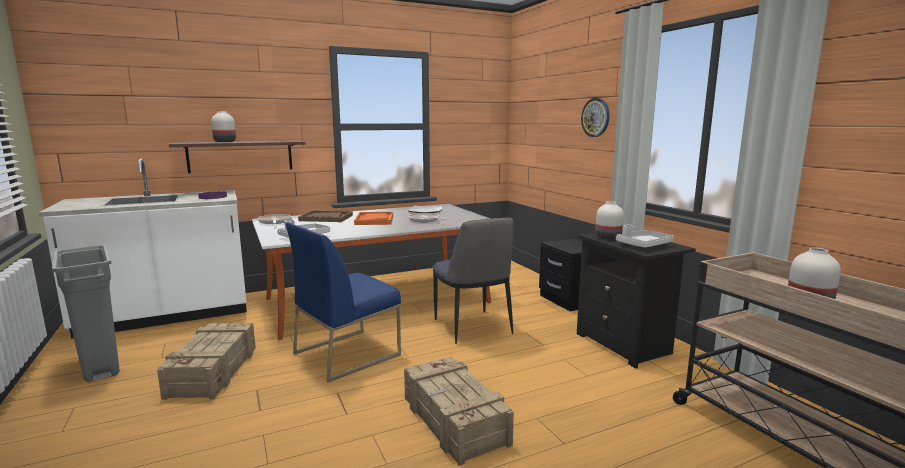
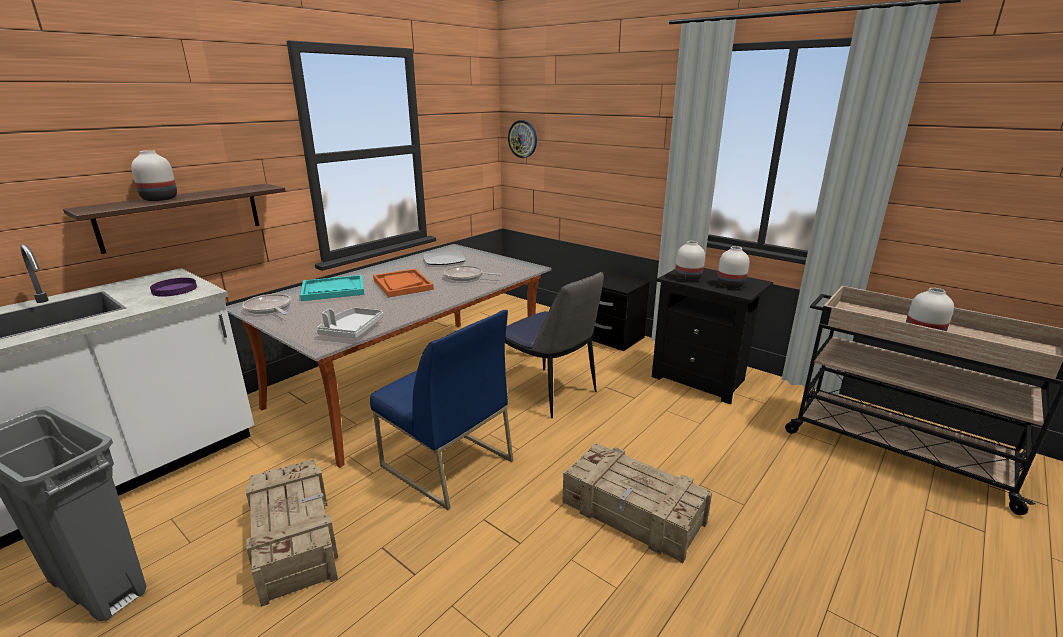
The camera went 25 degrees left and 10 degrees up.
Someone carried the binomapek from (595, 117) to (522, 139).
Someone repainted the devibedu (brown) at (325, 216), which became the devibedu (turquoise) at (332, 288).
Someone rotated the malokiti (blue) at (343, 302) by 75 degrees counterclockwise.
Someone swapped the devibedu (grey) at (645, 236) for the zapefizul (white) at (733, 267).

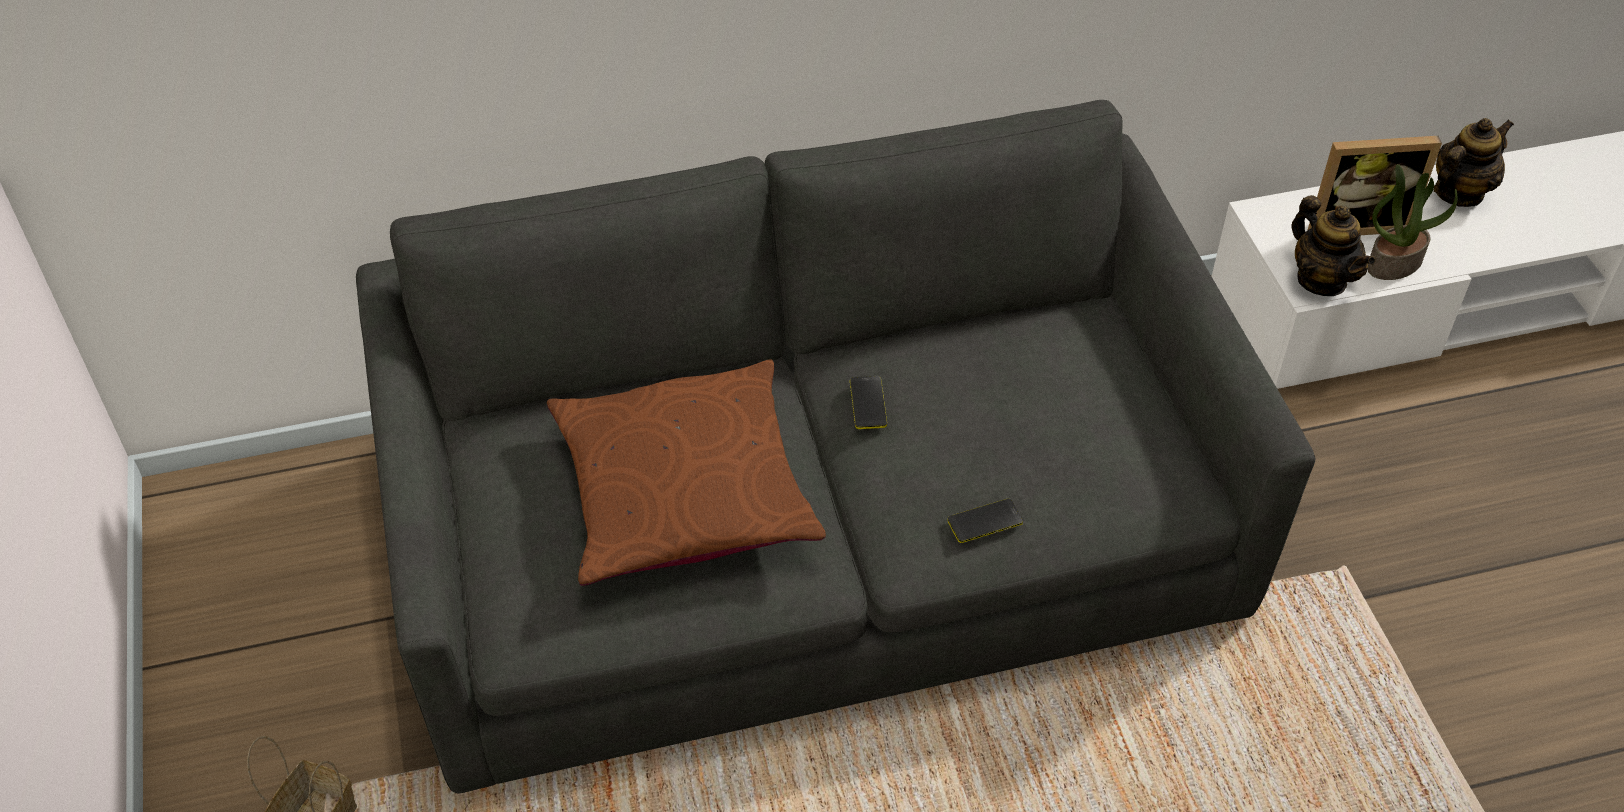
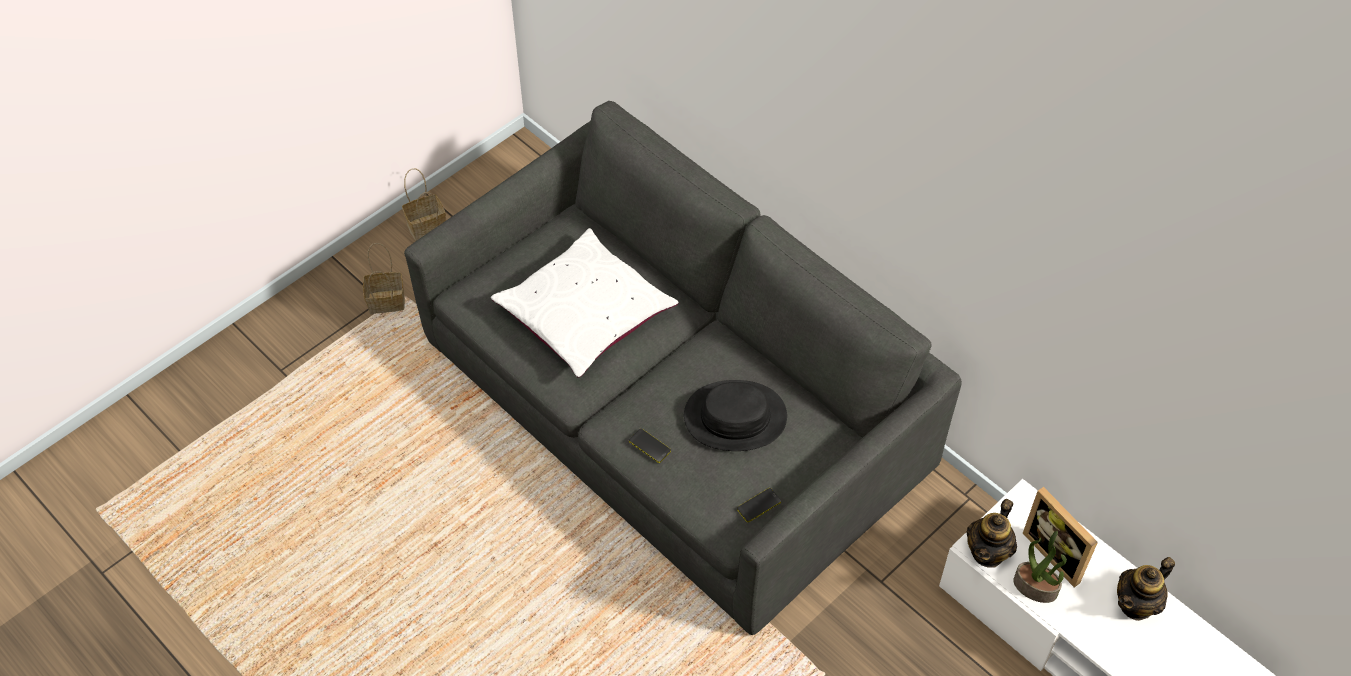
The camera went 60 degrees right and 5 degrees up.
Someone rotated the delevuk at (1474, 162) by 120 degrees clockwise.
Someone repainted the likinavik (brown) at (686, 472), which became the likinavik (white) at (584, 303).
Someone carried the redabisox from (868, 402) to (759, 505).
Someone put down the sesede at (424, 204).
Someone put down the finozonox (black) at (735, 415).

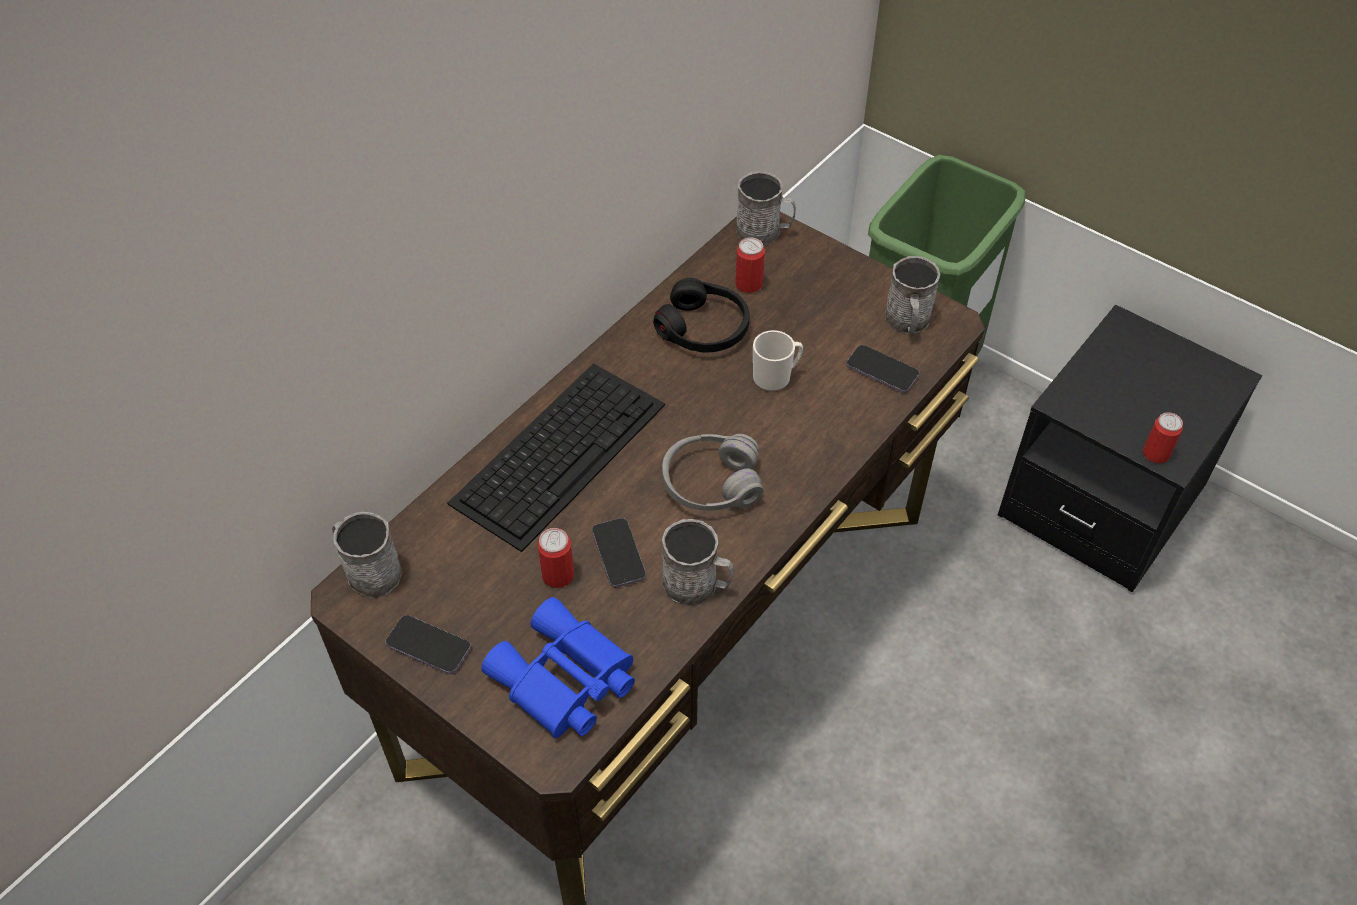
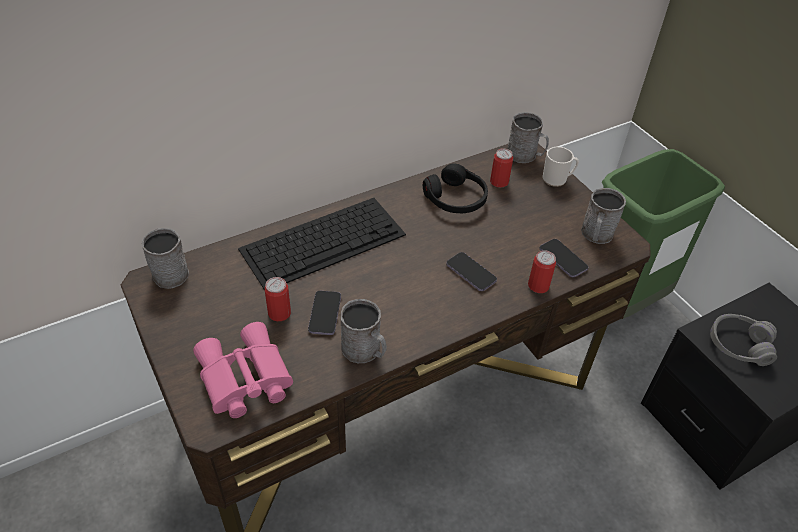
The camera went 20 degrees right and 5 degrees down.
Someone carried the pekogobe from (778, 361) to (561, 167).
Someone carried the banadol from (1163, 437) to (542, 271).
Someone carried the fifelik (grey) from (713, 472) to (743, 340).
Someone repainted the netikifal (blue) at (558, 668), which became the netikifal (pink) at (243, 370).
Someone carried the redabisox from (428, 644) to (471, 271).

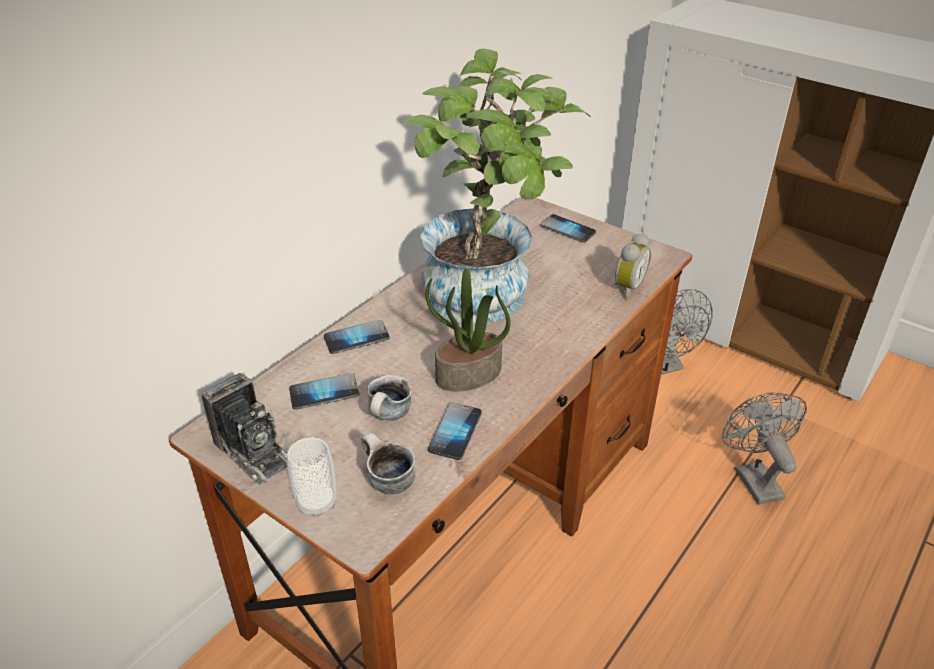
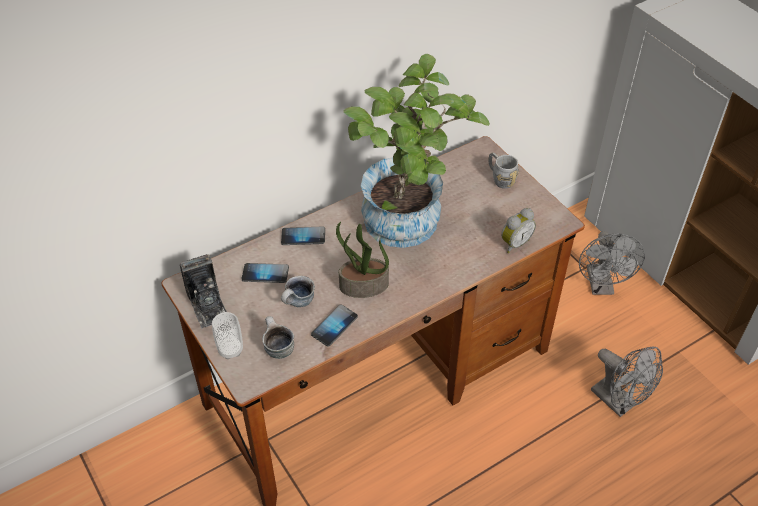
The camera went 20 degrees right and 10 degrees up.
Someone swapped the redabisox at (568, 228) for the pekogobe (grey) at (503, 171).
Someone rotated the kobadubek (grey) at (764, 449) by 135 degrees clockwise.

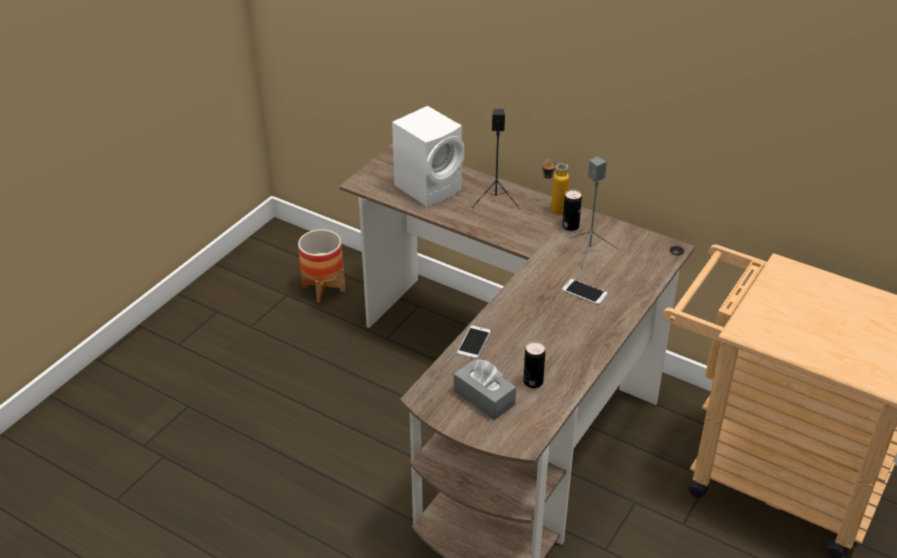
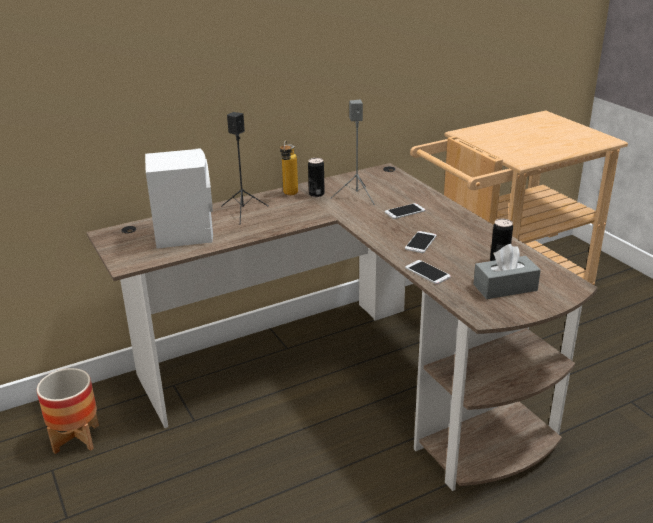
The camera went 60 degrees left and 10 degrees down.
Someone put down the redabisox at (421, 242).

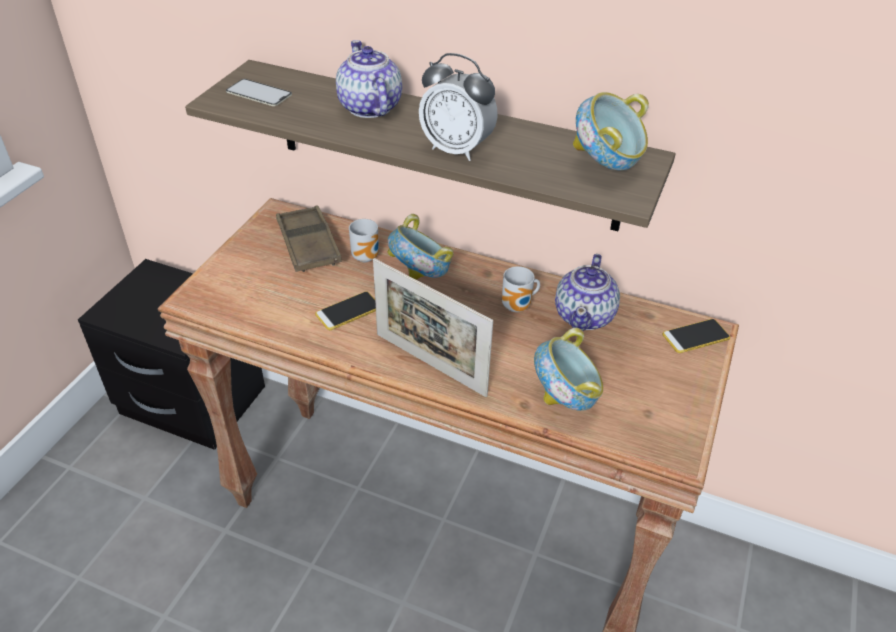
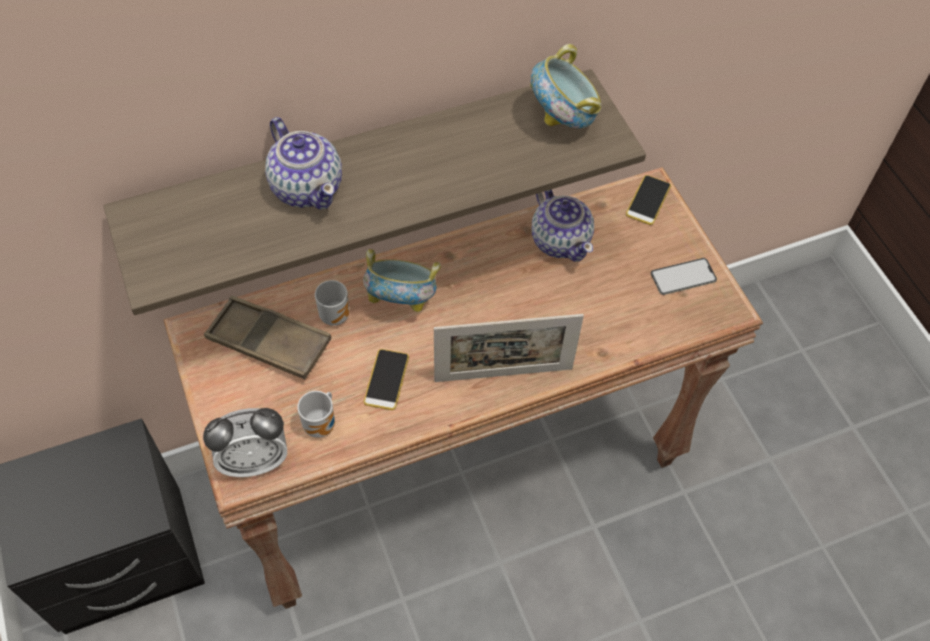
The camera went 45 degrees left and 15 degrees up.
Someone rotated the delevuk at (369, 79) by 150 degrees counterclockwise.
Someone carried the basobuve from (458, 107) to (245, 442).
Someone carried the redabisox from (259, 92) to (684, 276).
Someone carried the pekogobe from (521, 289) to (316, 414).
Someone took away the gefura at (568, 369).

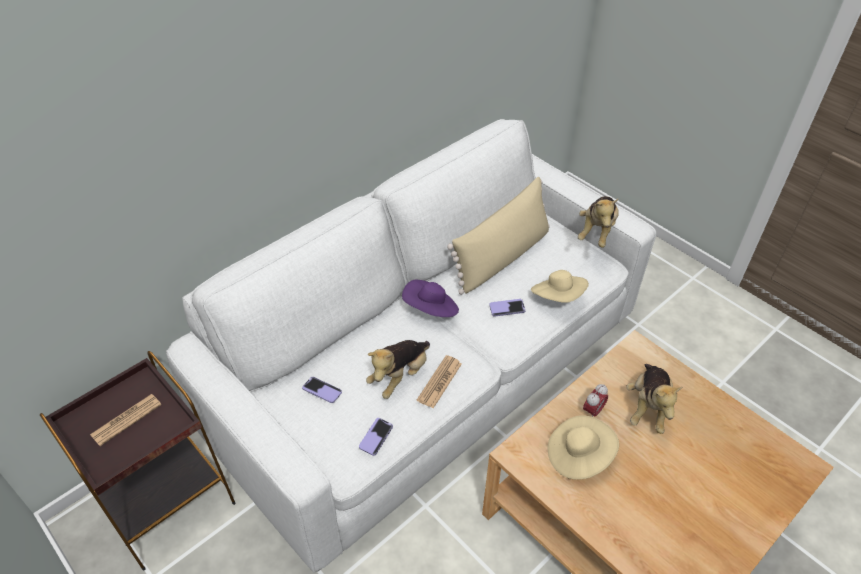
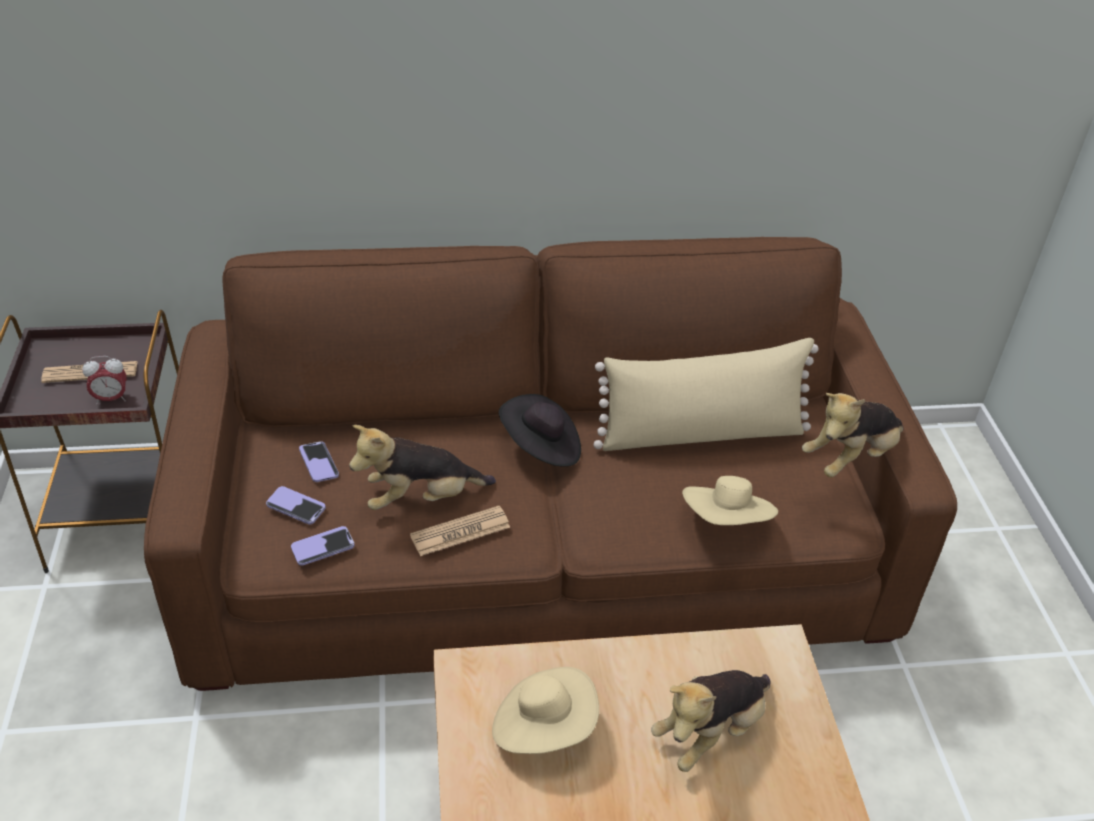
The camera went 35 degrees right and 5 degrees down.
Someone repainted the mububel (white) at (411, 346), which became the mububel (brown) at (550, 464).
Someone repainted the finozonox (purple) at (430, 298), which became the finozonox (black) at (540, 430).
Someone carried the redabisox from (507, 307) to (296, 505).
Someone carried the basobuve from (595, 400) to (104, 380).

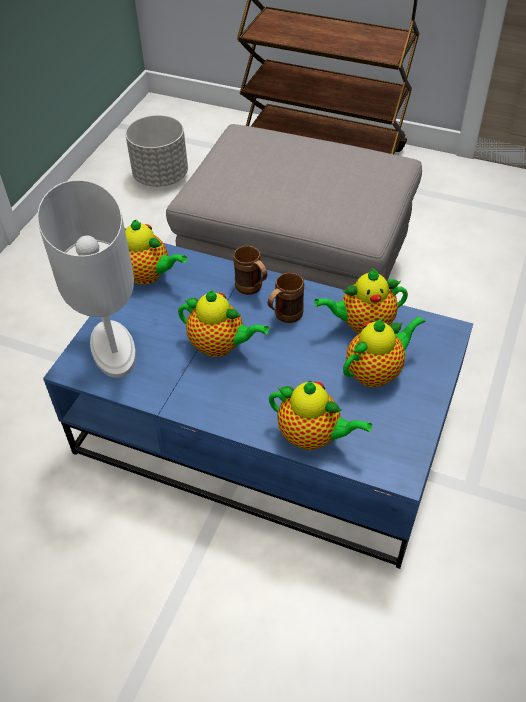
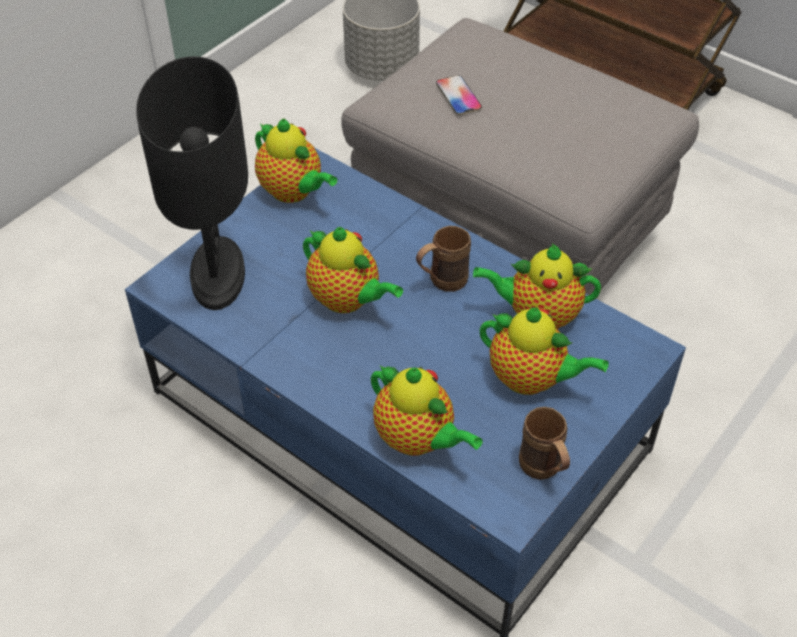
The camera went 15 degrees right and 0 degrees up.
Someone repainted the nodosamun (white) at (86, 279), which became the nodosamun (black) at (192, 183).
Someone carried the pekogobe (brown) from (250, 270) to (544, 443).
Someone rotated the delevuk at (384, 352) by 45 degrees clockwise.
Someone put down the redabisox at (459, 95).

